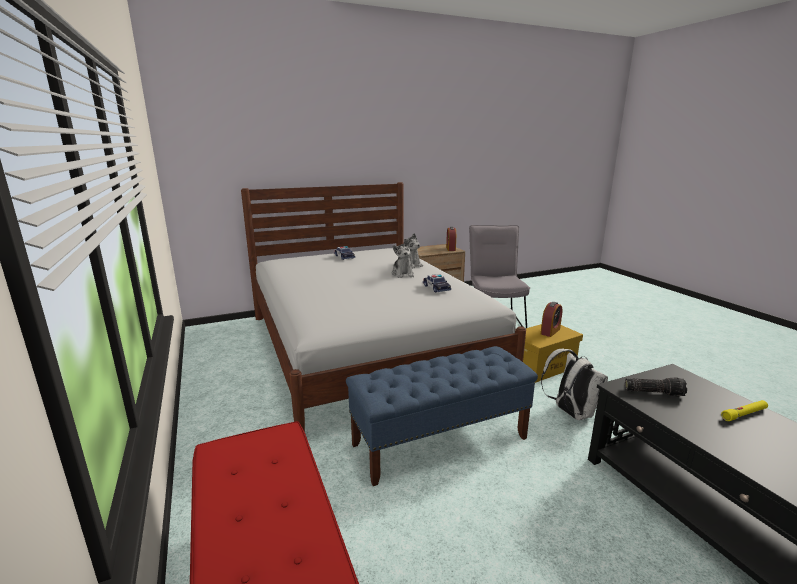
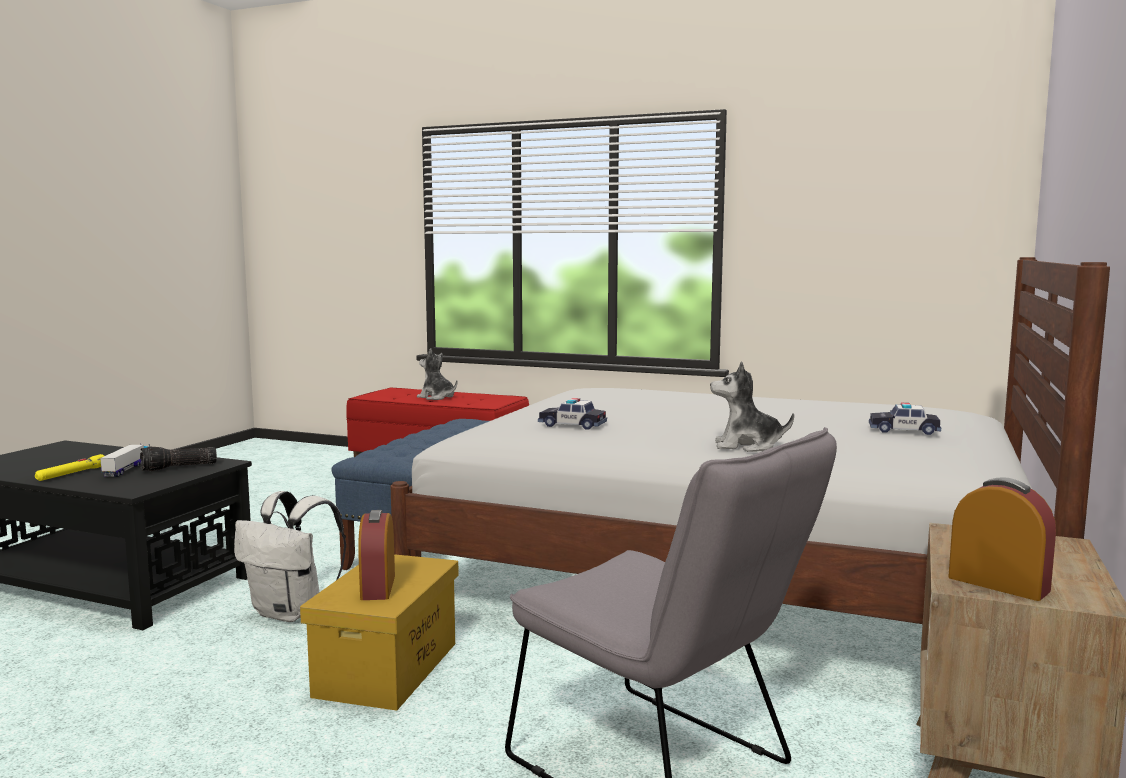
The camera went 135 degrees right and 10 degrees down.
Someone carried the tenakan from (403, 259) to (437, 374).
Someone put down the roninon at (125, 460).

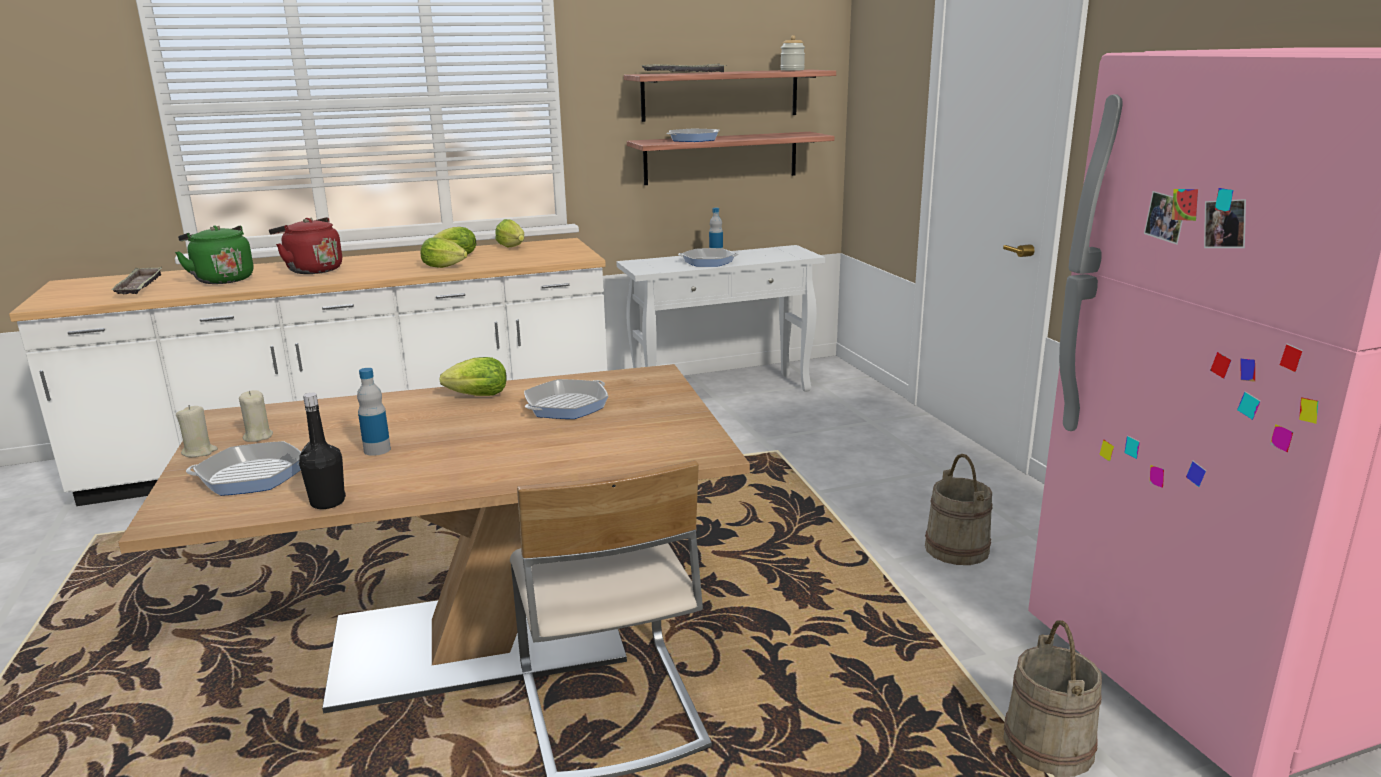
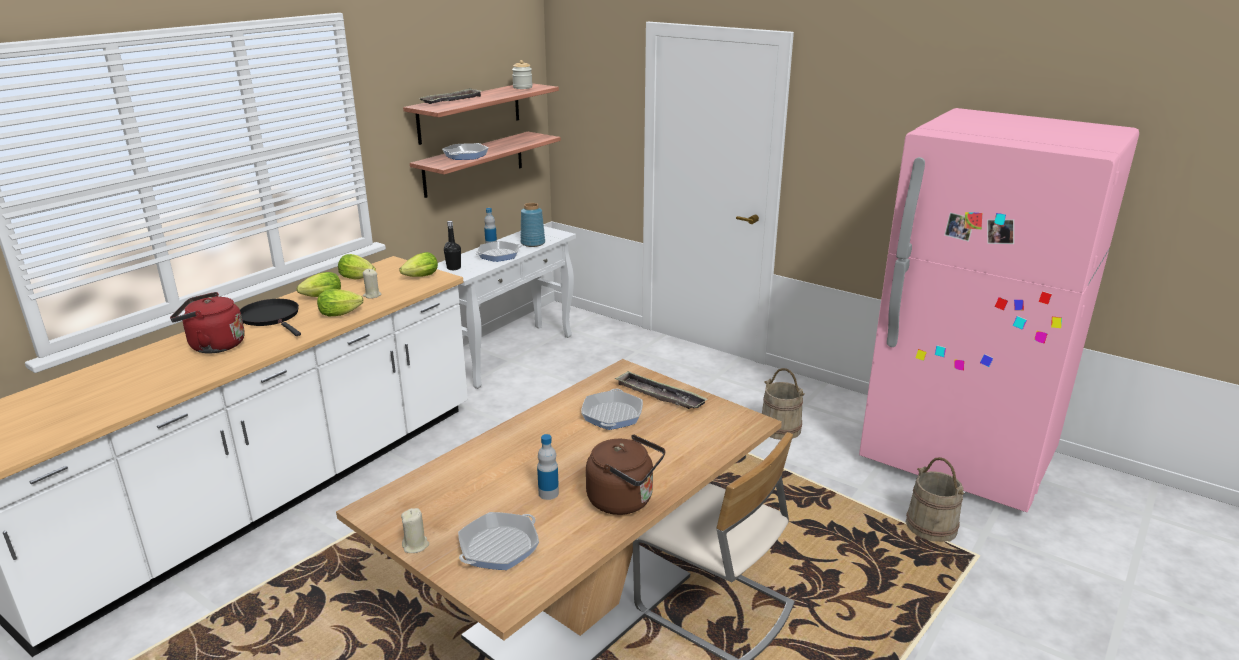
The camera went 35 degrees left and 5 degrees up.
Someone took away the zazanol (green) at (214, 255).
Someone carried the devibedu from (137, 280) to (661, 390).
Someone carried the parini from (473, 376) to (418, 264).
Someone carried the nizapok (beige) from (256, 416) to (372, 284).
Someone carried the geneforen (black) from (322, 451) to (452, 245).
Someone put down the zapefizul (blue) at (533, 225).
Someone put down the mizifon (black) at (270, 317).
Someone put down the zazanol (brown) at (625, 474).

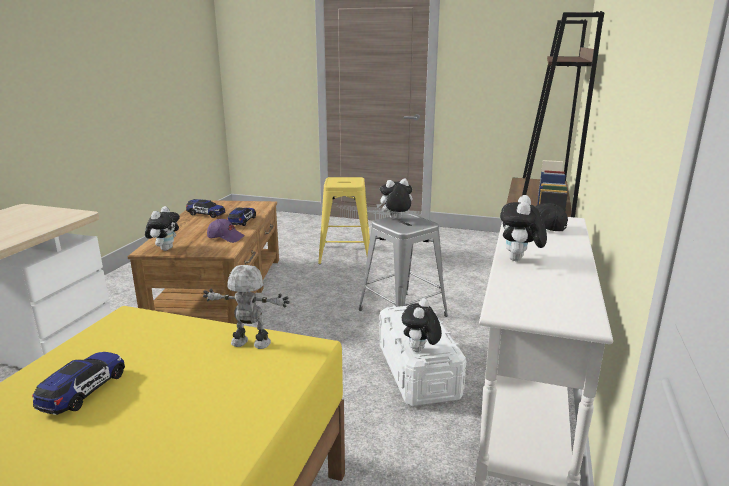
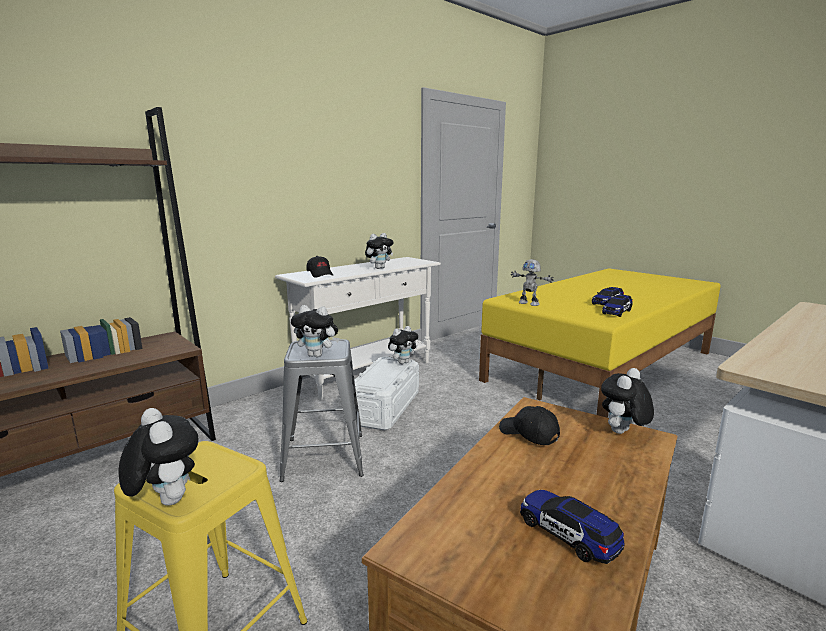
The camera went 150 degrees left and 5 degrees down.
Someone carried the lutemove from (241, 217) to (617, 306).
Someone repainted the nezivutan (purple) at (226, 231), which became the nezivutan (black) at (529, 425).
Someone put down the tenakan at (159, 457).

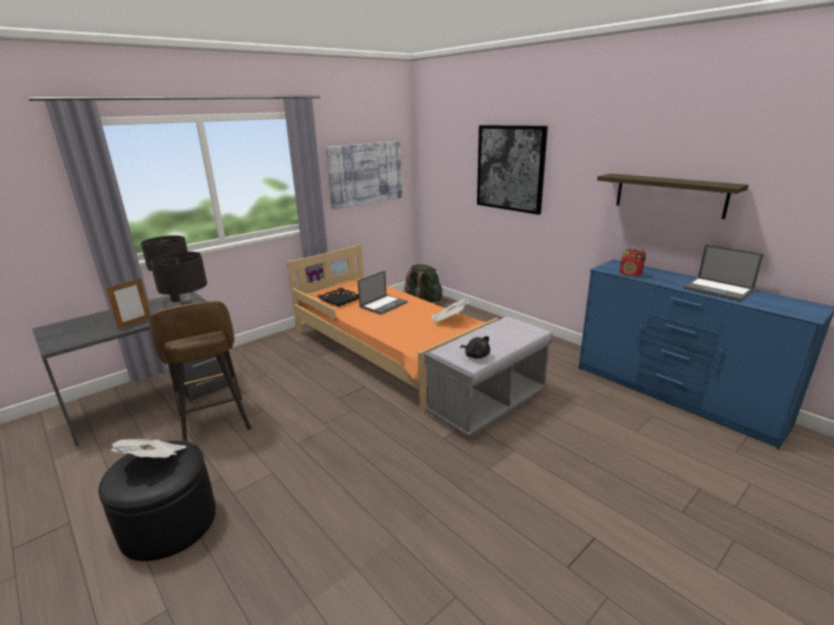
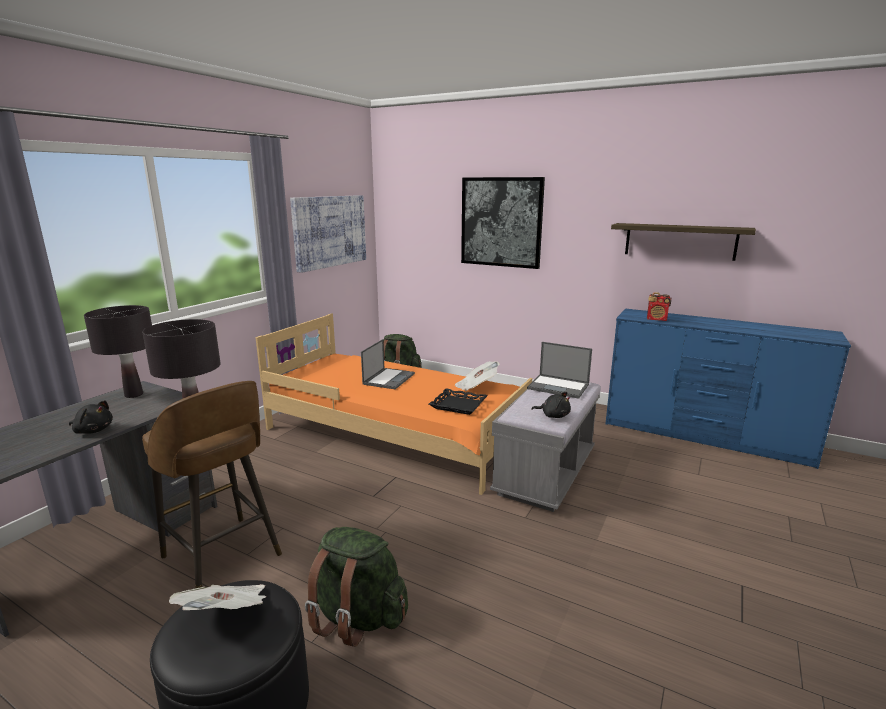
The camera went 20 degrees left and 5 degrees down.
Someone carried the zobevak from (723, 273) to (559, 370).
Someone swapped the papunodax at (128, 303) for the tenakan (black) at (91, 417).
Someone carried the devibedu (black) from (338, 297) to (458, 401).
Someone put down the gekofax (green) at (356, 587).

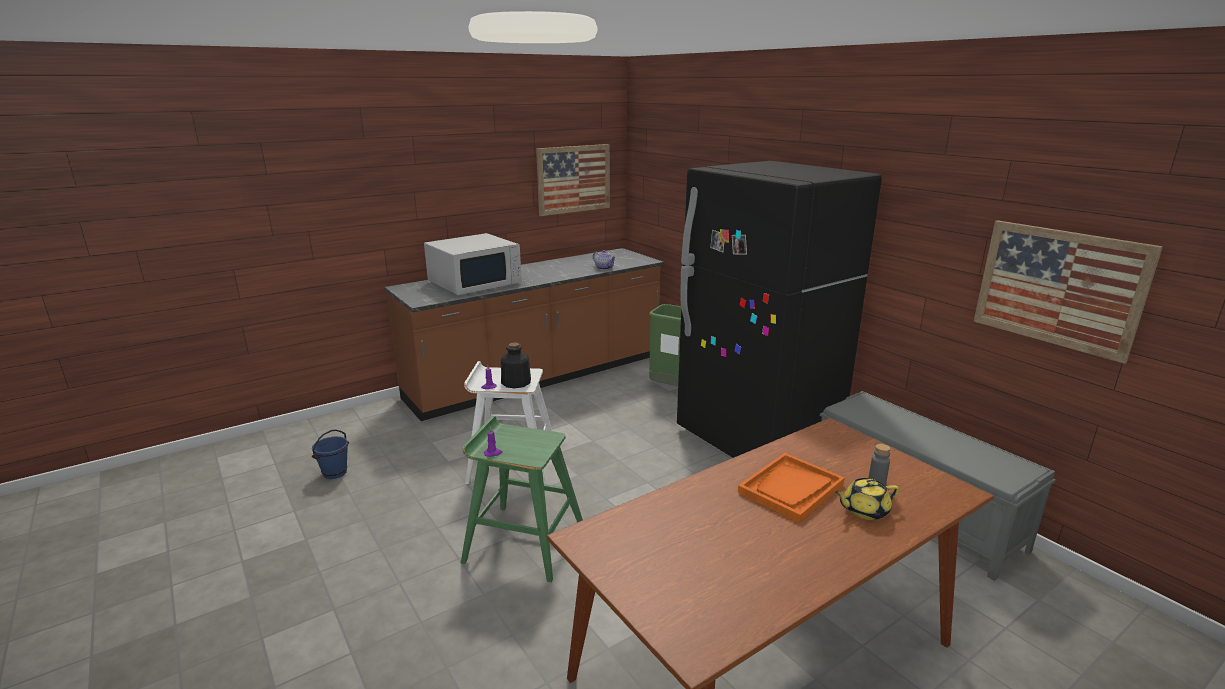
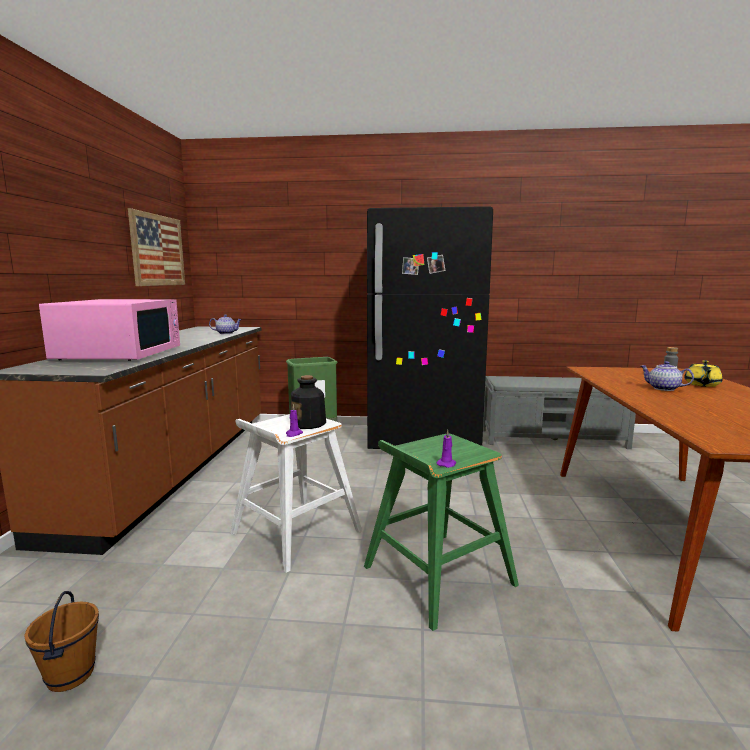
The camera went 50 degrees left and 10 degrees down.
Someone took away the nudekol at (1068, 292).
Someone repainted the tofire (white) at (473, 264), which became the tofire (pink) at (109, 330).
Someone repainted the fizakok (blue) at (330, 454), which became the fizakok (brown) at (61, 641).
Someone swapped the devibedu (orange) at (791, 488) for the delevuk at (667, 376).

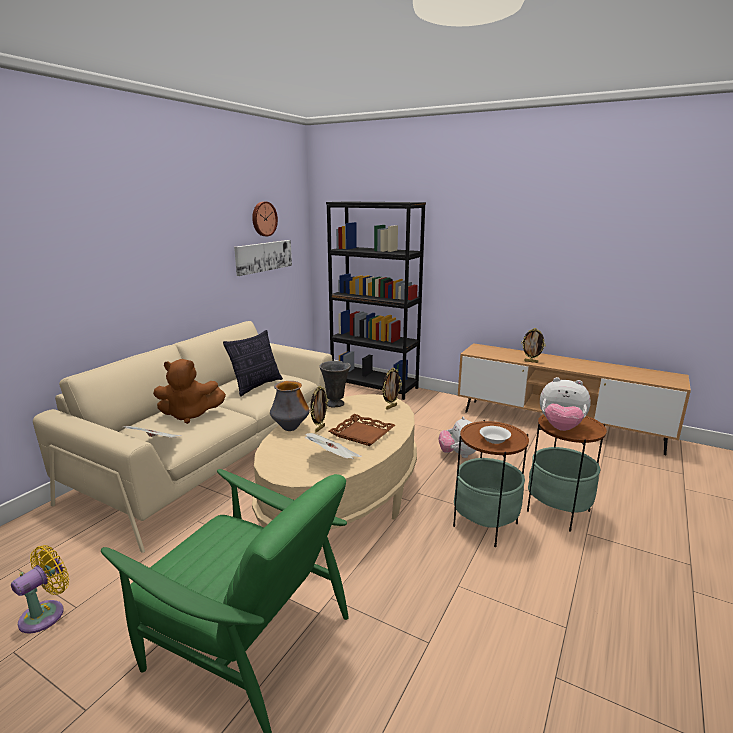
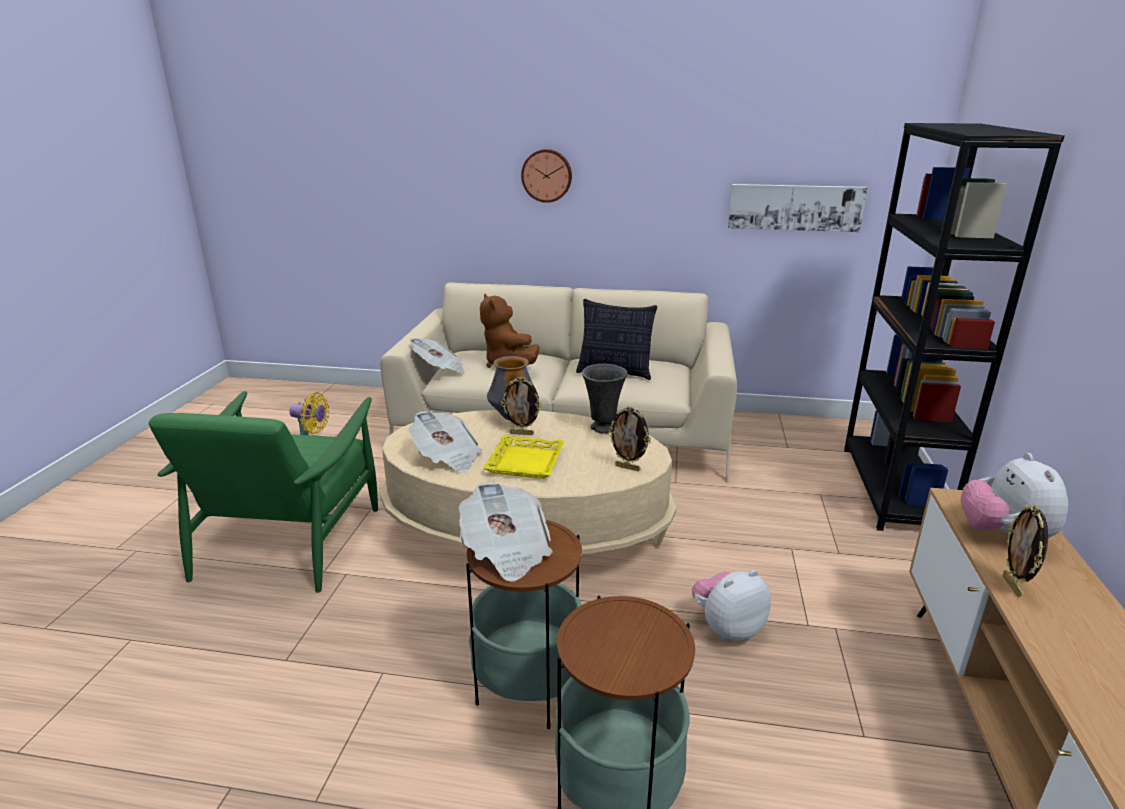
The camera went 70 degrees right and 5 degrees up.
Someone carried the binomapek from (265, 219) to (546, 176).
Someone carried the tenakan from (565, 404) to (1014, 495).
Someone repainted the devibedu (brown) at (362, 430), which became the devibedu (yellow) at (524, 457).
Someone swapped the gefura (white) at (495, 435) for the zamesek at (505, 531).

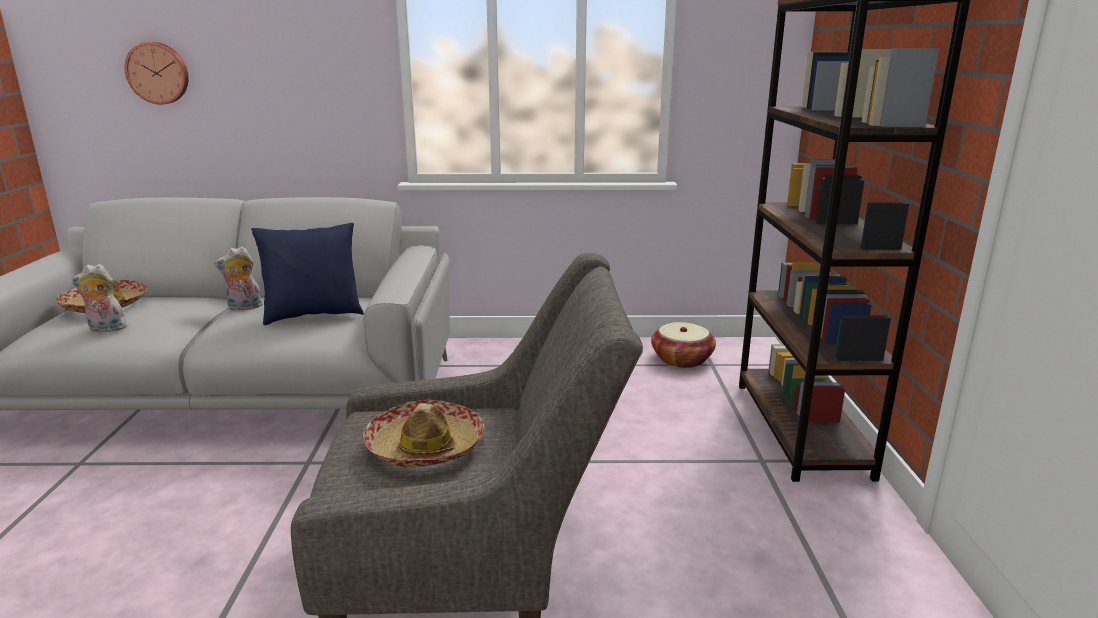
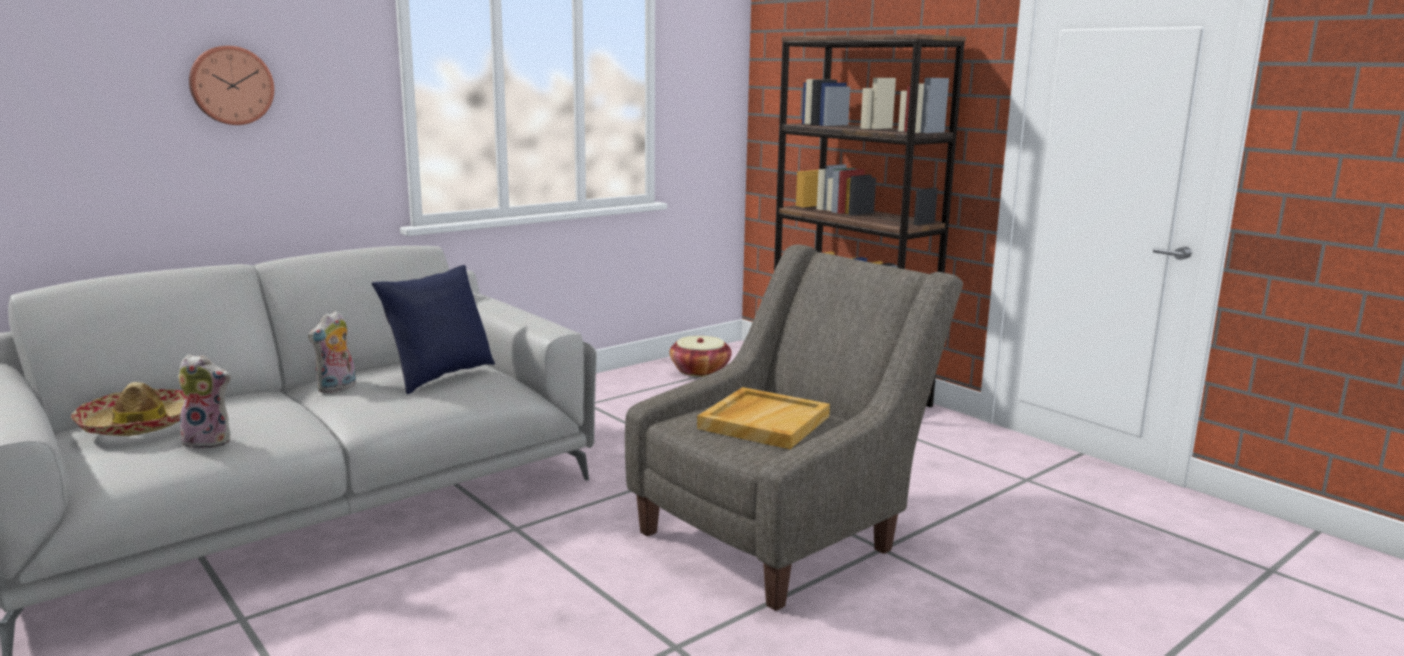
The camera went 40 degrees left and 5 degrees down.
Someone carried the binomapek from (156, 73) to (231, 85).
Someone rotated the tenakan at (99, 298) by 135 degrees counterclockwise.
Someone swapped the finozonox at (424, 433) for the devibedu (beige) at (763, 418).

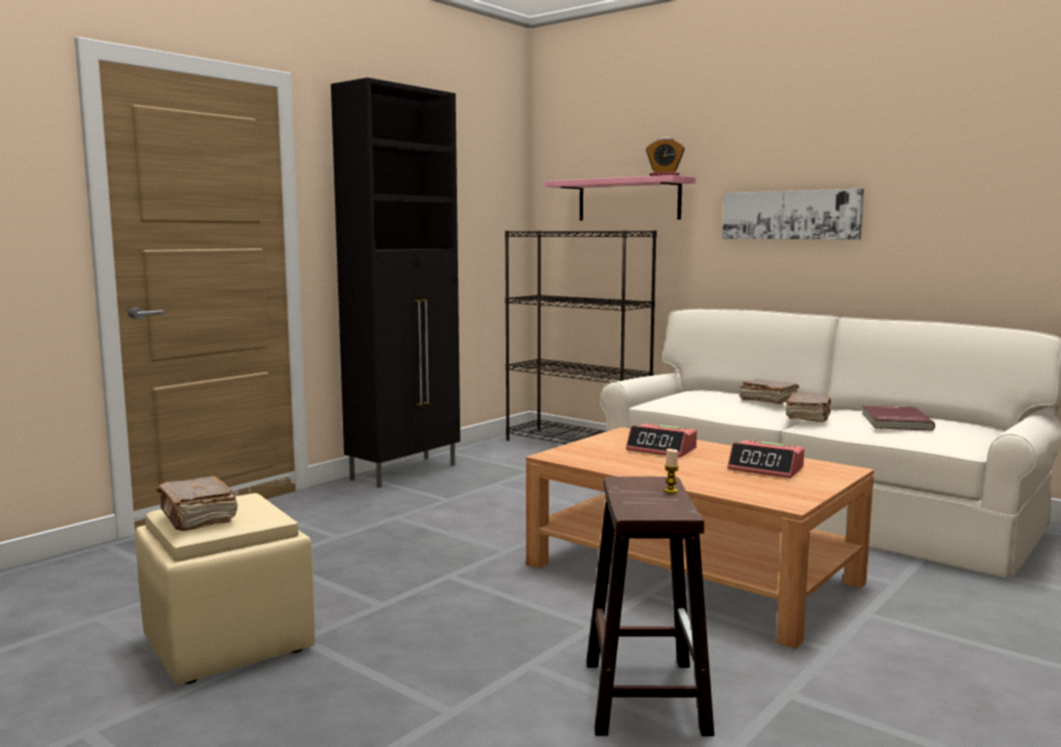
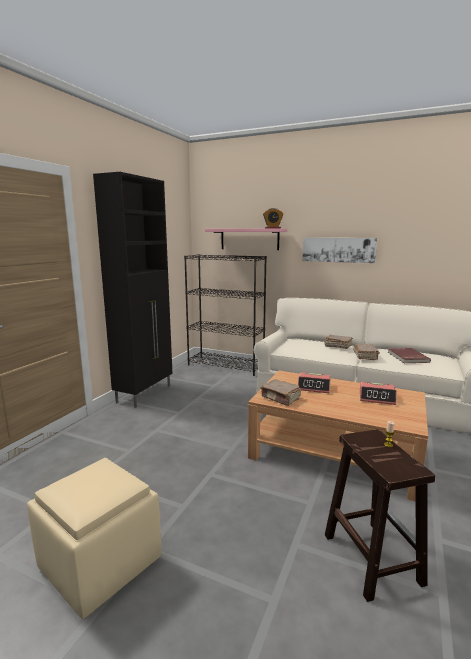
The camera went 15 degrees left and 5 degrees up.
Someone carried the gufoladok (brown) from (197, 503) to (280, 392).

